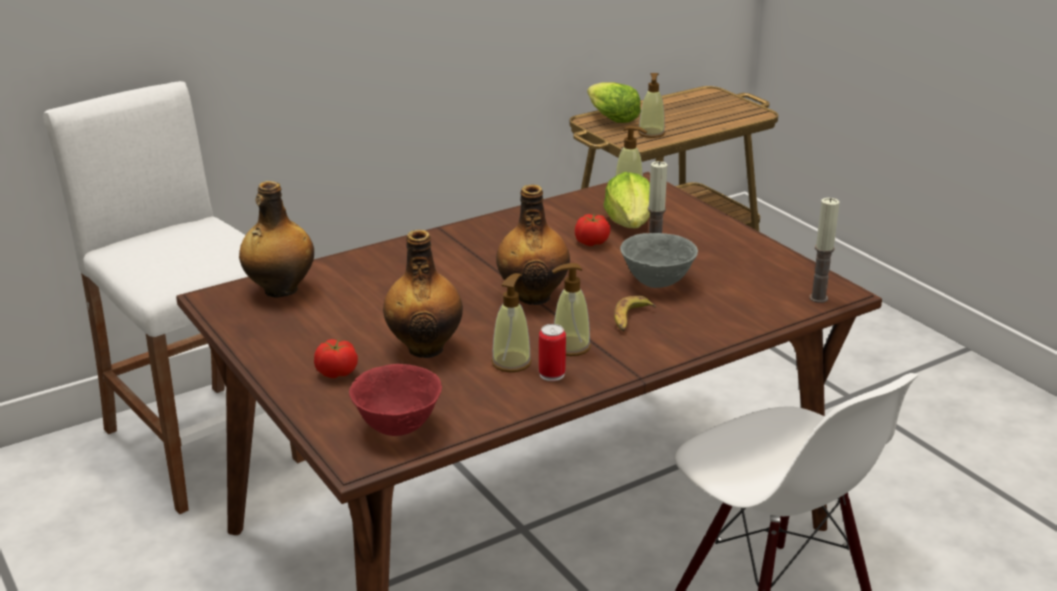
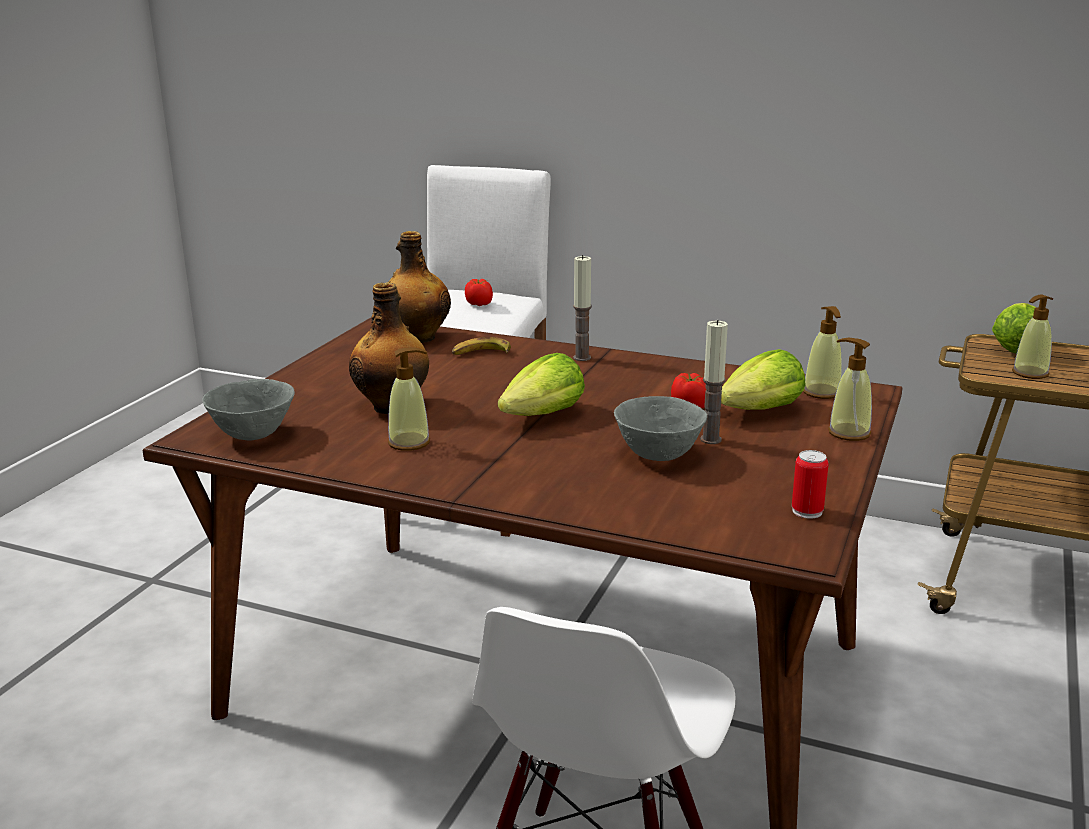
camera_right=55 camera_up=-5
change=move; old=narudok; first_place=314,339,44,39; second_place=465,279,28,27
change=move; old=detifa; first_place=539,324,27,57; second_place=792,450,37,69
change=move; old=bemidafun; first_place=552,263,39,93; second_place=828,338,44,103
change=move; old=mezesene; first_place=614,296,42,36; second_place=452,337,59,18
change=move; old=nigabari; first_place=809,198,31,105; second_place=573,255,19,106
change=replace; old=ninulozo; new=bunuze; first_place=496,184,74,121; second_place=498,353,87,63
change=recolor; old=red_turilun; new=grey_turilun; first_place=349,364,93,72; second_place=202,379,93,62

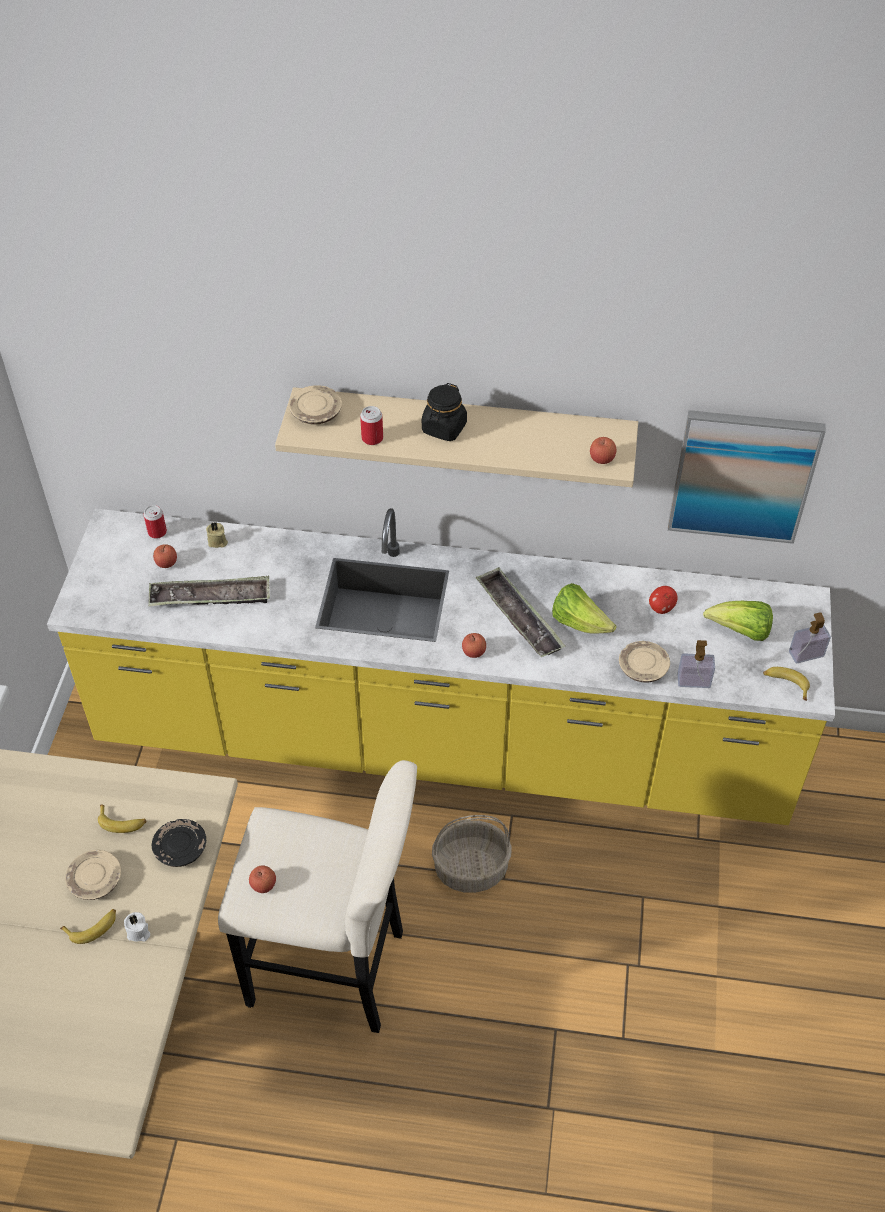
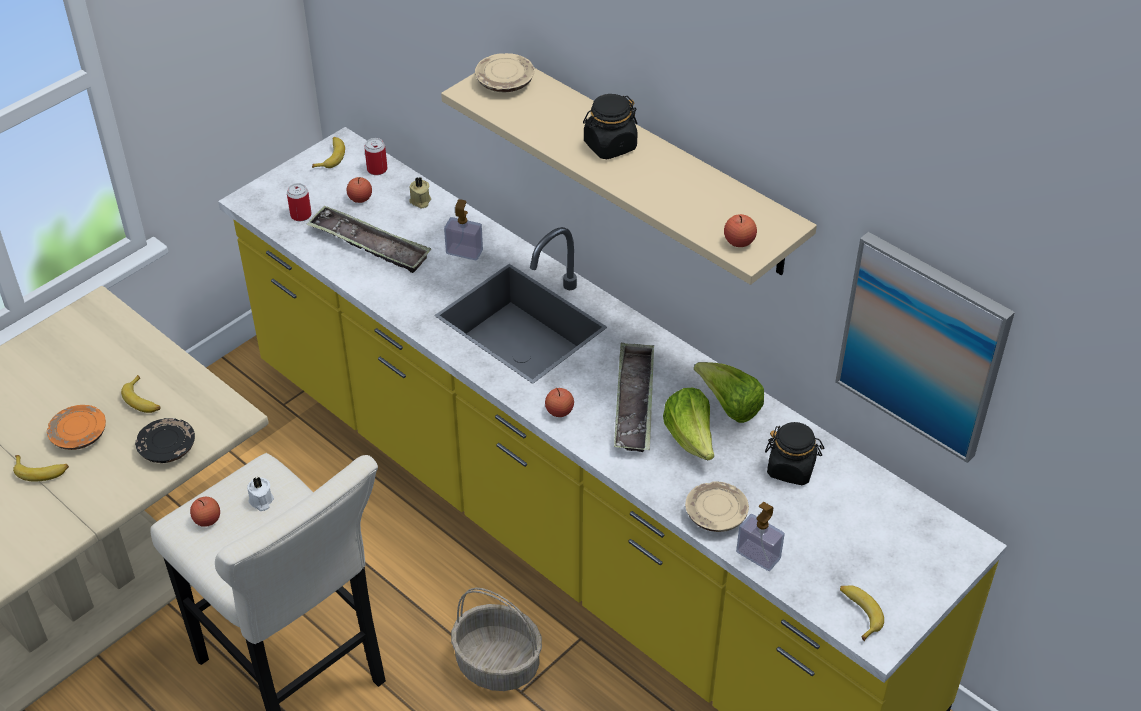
camera_right=35 camera_up=-5
change=insert; new=mezesene; second_place=312,137,33,31
change=move; old=white_nigabari; first_place=124,912,26,29; second_place=247,477,27,34
change=move; old=detifa; first_place=360,406,23,39; second_place=287,183,25,38
change=move; old=bunuze; first_place=703,601,70,40; second_place=694,362,70,61
change=move; old=bemidafun; first_place=789,612,42,51; second_place=444,199,39,61
change=replace; old=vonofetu; new=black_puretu; first_place=649,586,29,28; second_place=765,422,59,63
change=recolor; old=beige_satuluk; new=orange_satuluk; first_place=65,850,56,50; second_place=47,405,59,45

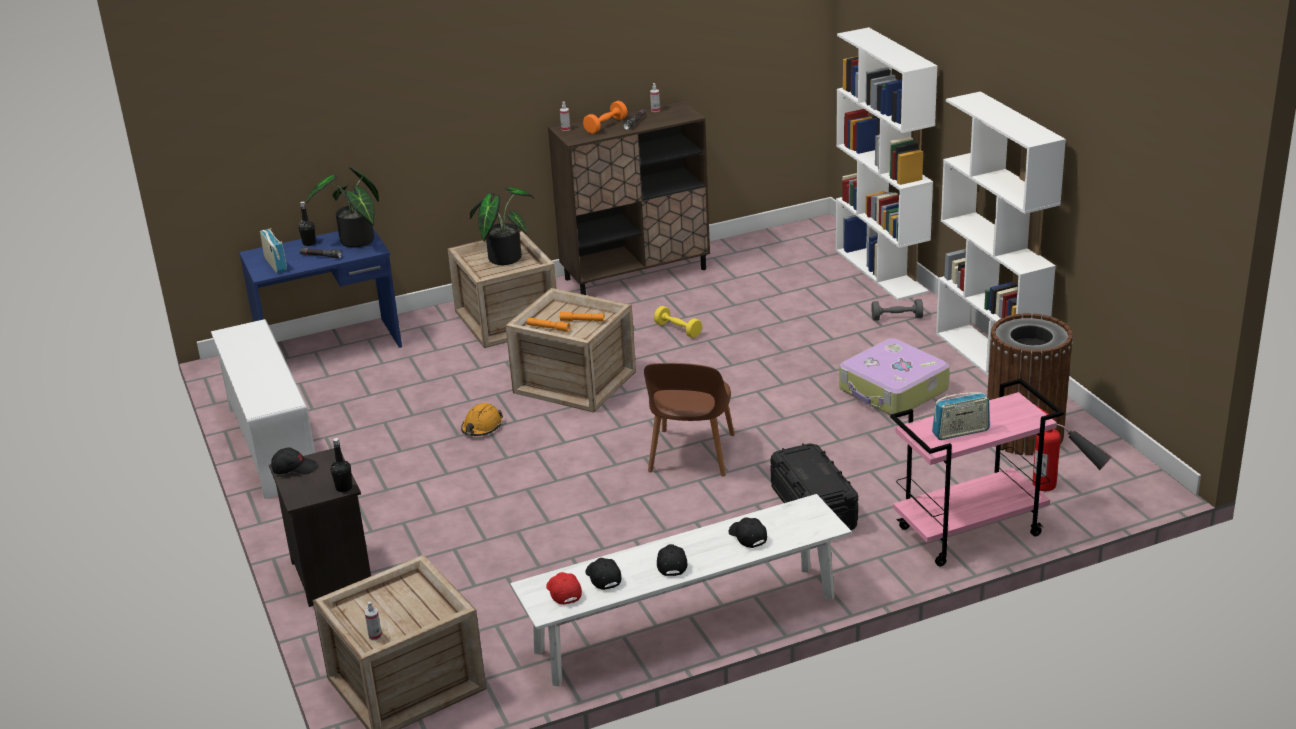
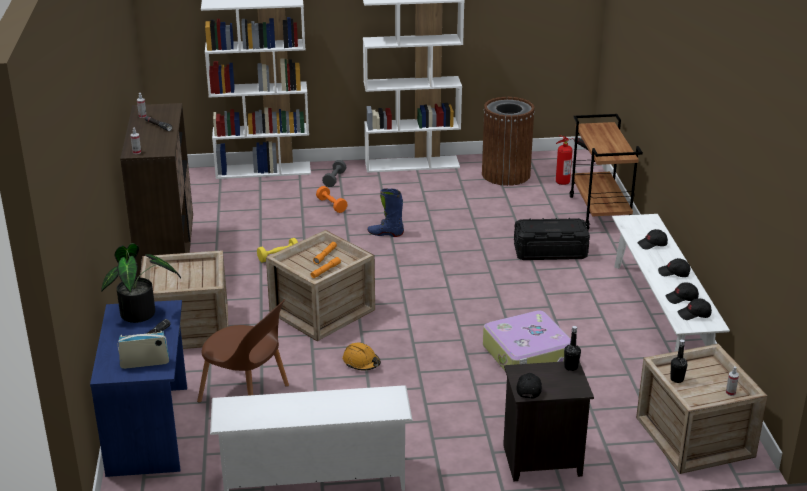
camera_right=-75 camera_up=0
change=delete; old=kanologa; first_place=470,187,65,78
change=delete; old=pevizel; first_place=932,392,58,48
change=insert; new=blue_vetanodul; second_place=367,188,37,49
change=move; old=black_ninulozo; first_place=299,201,17,45; second_place=670,339,17,44
change=move; old=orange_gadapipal; first_place=583,101,44,33; second_place=316,186,31,27
change=move; old=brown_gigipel; first_place=644,363,91,114; second_place=197,299,92,103
change=move; old=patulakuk; first_place=839,338,111,77; second_place=483,310,88,61
change=recolor; old=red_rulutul; new=black_rulutul; first_place=546,572,36,33; second_place=678,298,34,22
change=recolor; old=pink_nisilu; new=brown_nisilu; first_place=890,378,174,189; second_place=570,114,73,116

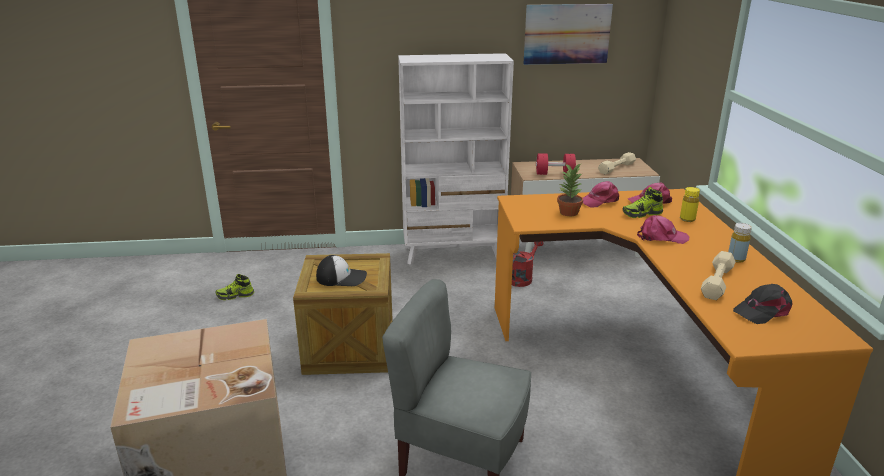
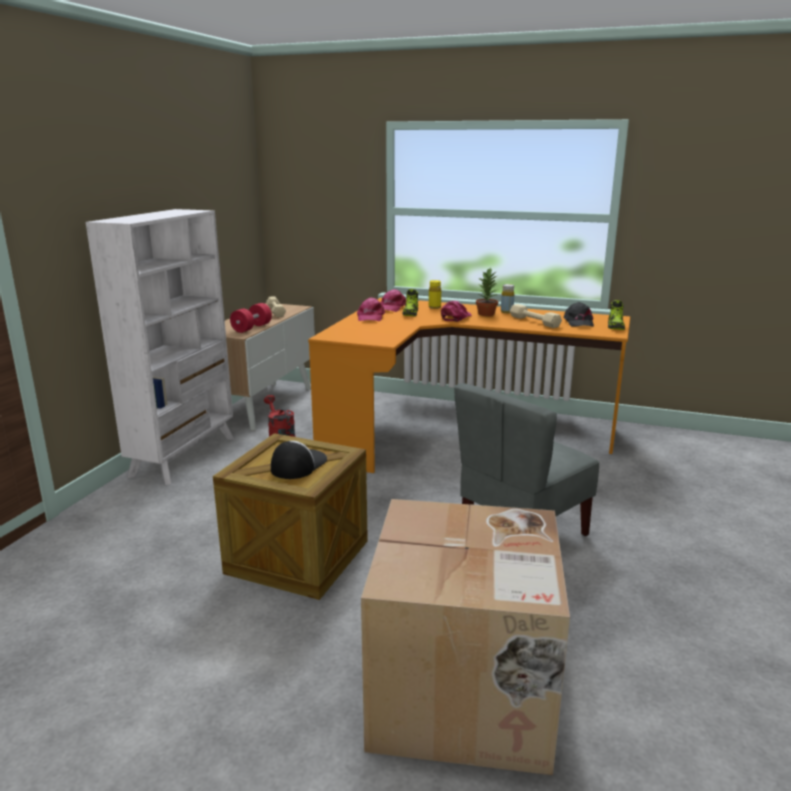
camera_right=-65 camera_up=-5
change=delete; old=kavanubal; first_place=524,4,89,61
change=move; old=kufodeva; first_place=215,274,39,26; second_place=608,300,17,30
change=move; old=kanologa; first_place=557,163,26,53; second_place=476,268,23,48

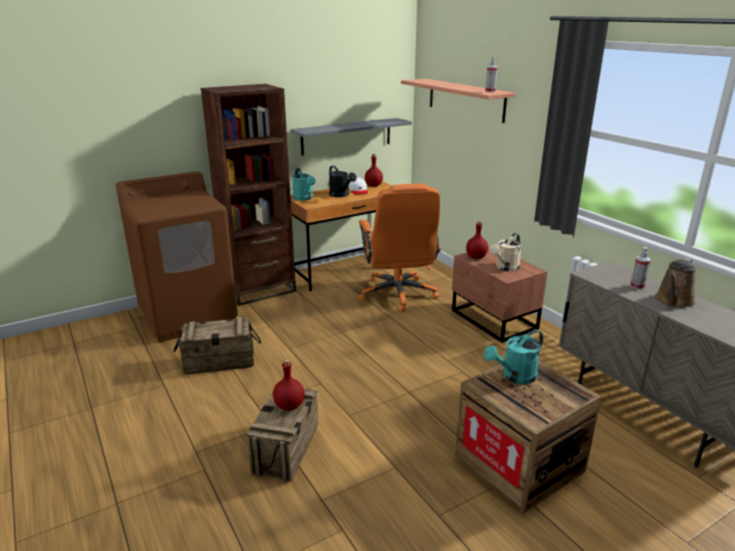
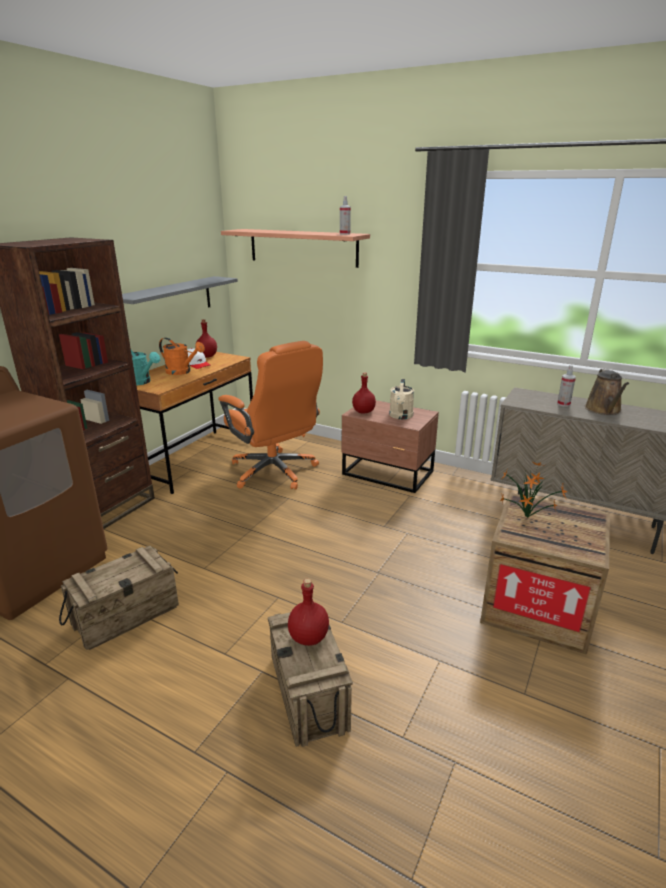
camera_right=-30 camera_up=0
change=replace; old=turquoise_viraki; new=kanologa; first_place=484,329,59,55; second_place=500,461,68,57
change=recolor; old=black_viraki; new=orange_viraki; first_place=329,166,27,31; second_place=159,338,46,37

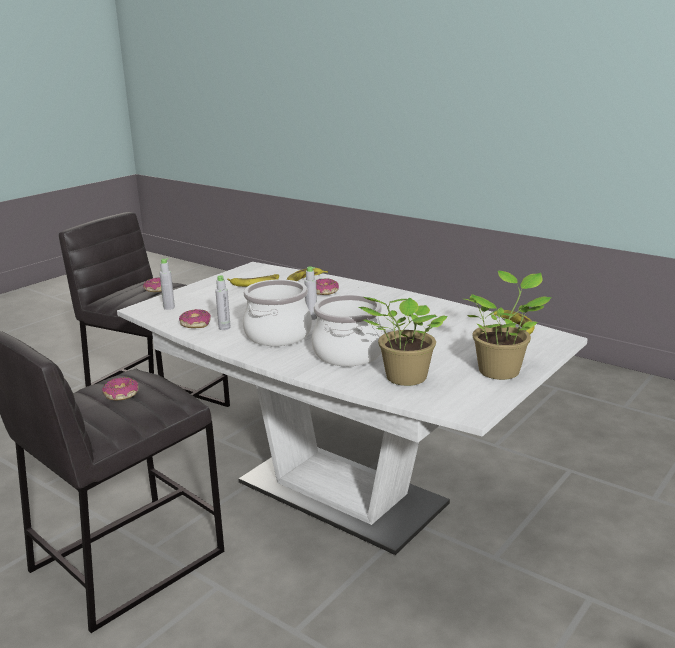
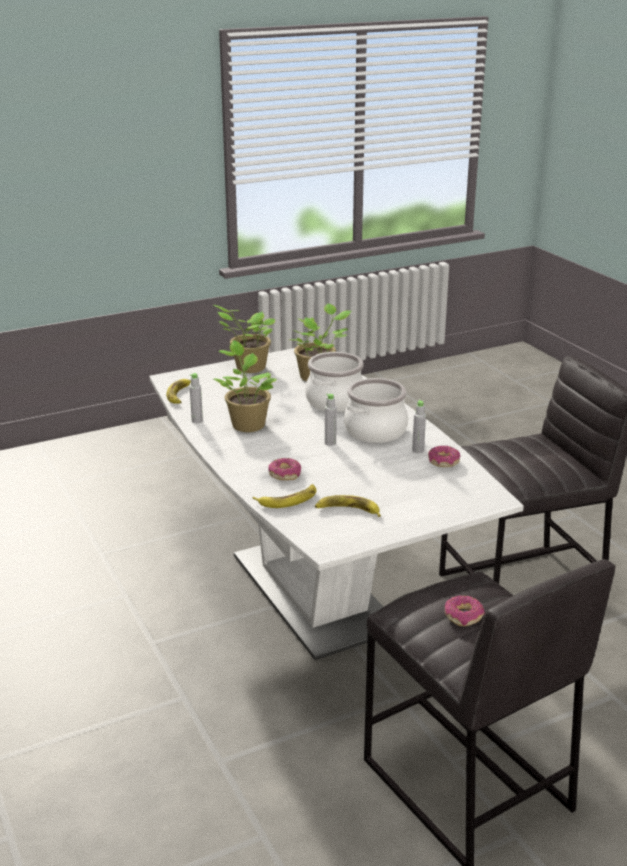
camera_right=-155 camera_up=5
change=delete; old=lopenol; first_place=102,377,36,23
change=insert; new=kanologa; second_place=213,340,64,92
change=move; old=grey_ninulozo; first_place=159,258,16,52; second_place=190,373,13,50

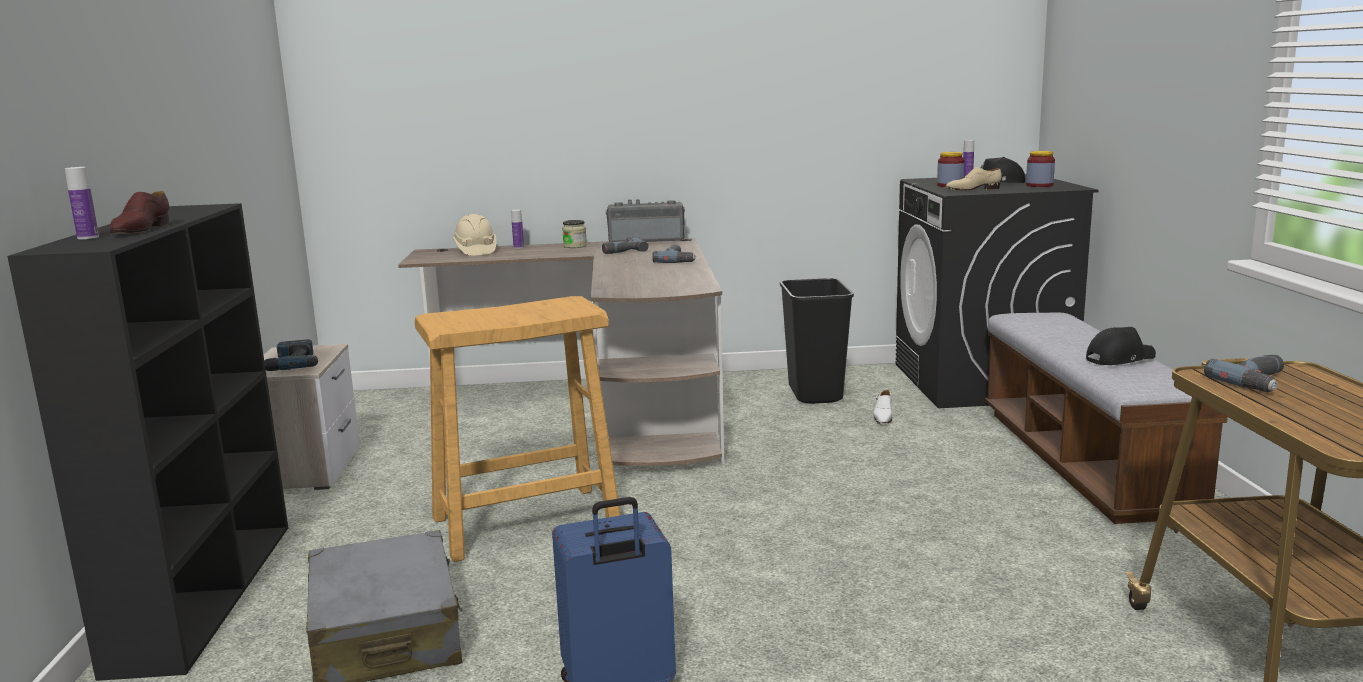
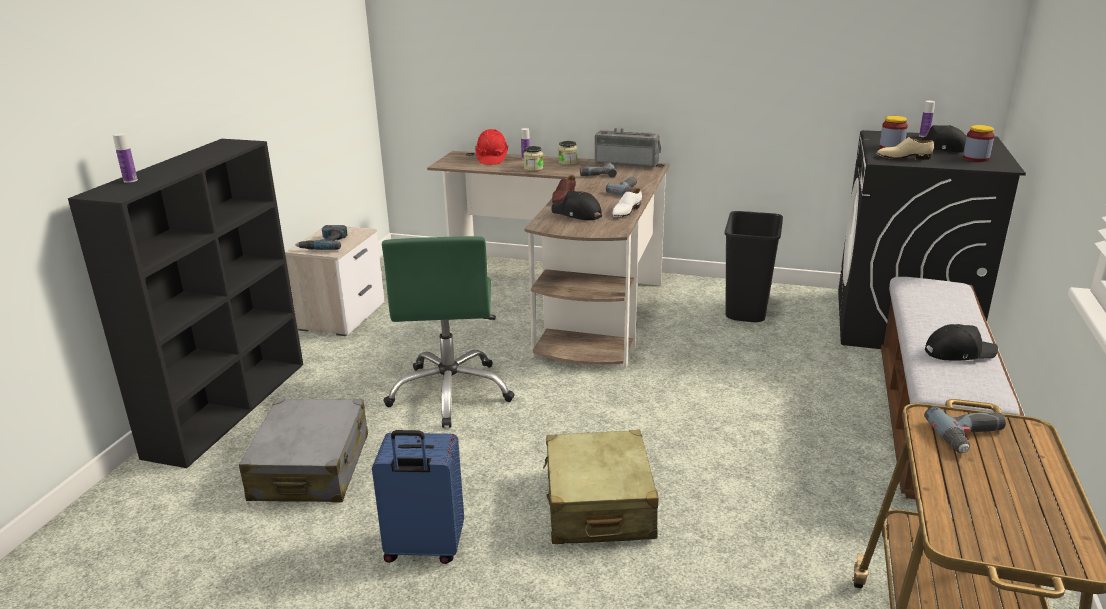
camera_right=20 camera_up=10
change=insert; new=puretu; second_place=524,146,19,25
change=insert; new=beige_patulakuk; second_place=543,430,115,114
change=insert; new=black_rulutul; second_place=551,191,51,29
change=move; old=brown_kufodeva; first_place=110,191,59,43; second_place=552,175,24,28
change=move; old=white_kufodeva; first_place=873,390,19,34; second_place=612,188,30,29
change=replace; old=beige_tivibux; new=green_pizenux; first_place=415,296,206,266; second_place=382,236,133,192
change=recolor; old=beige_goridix; new=red_goridix; first_place=453,214,43,42; second_place=475,129,33,36

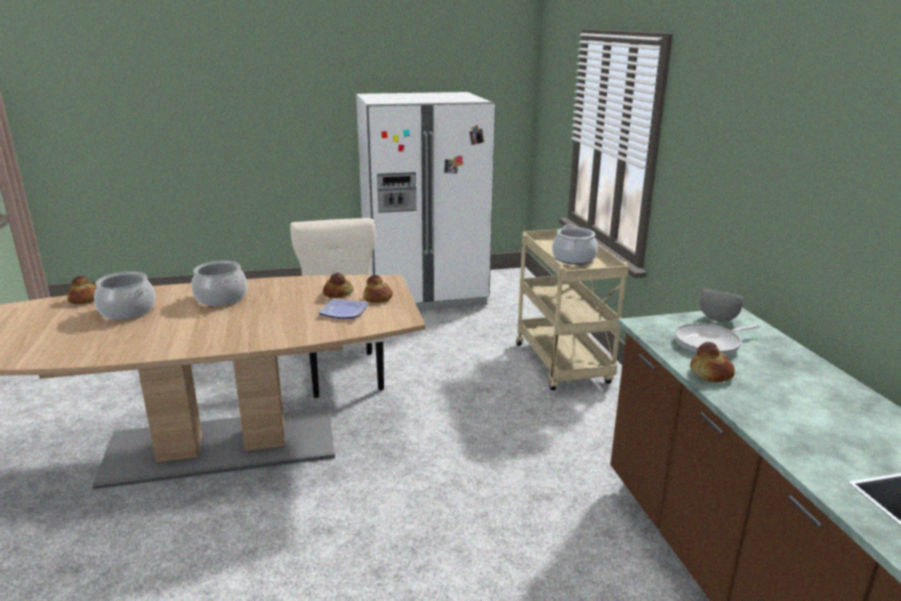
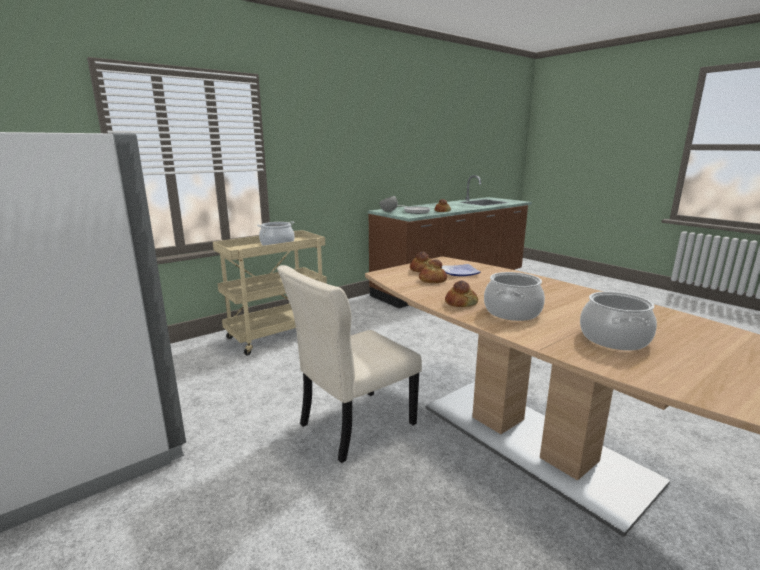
camera_right=-115 camera_up=-5
change=move; old=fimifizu; first_place=67,276,30,28; second_place=445,280,33,27

